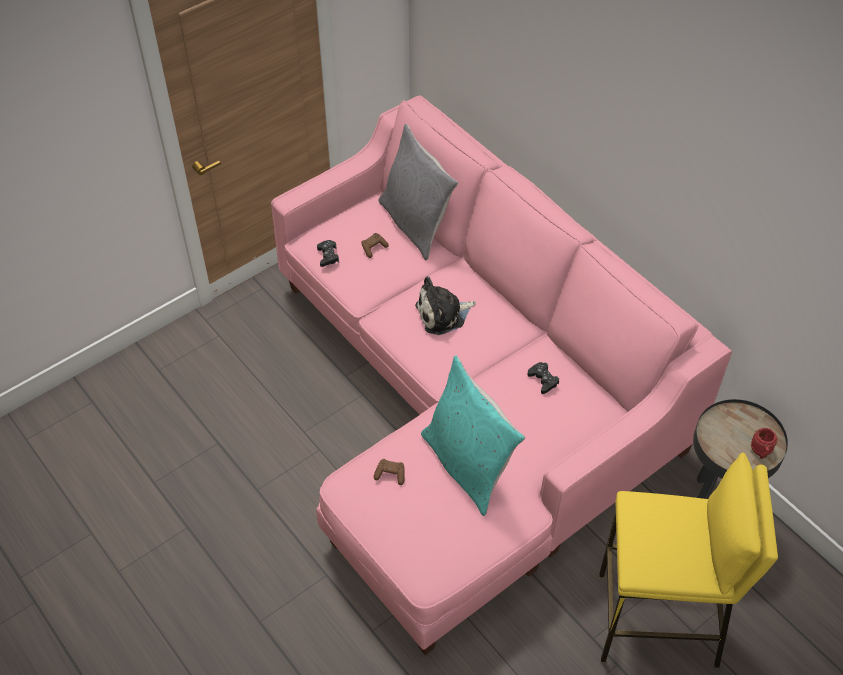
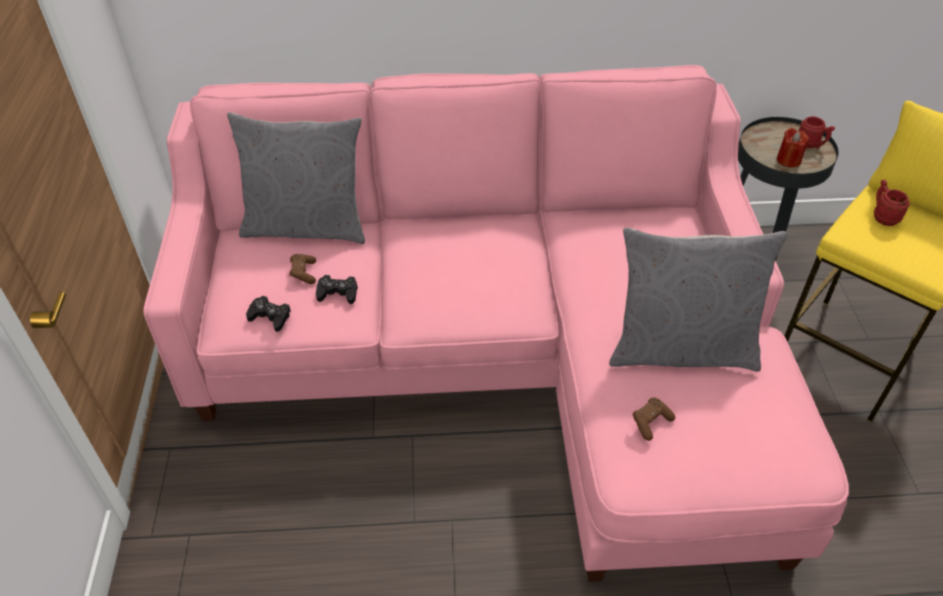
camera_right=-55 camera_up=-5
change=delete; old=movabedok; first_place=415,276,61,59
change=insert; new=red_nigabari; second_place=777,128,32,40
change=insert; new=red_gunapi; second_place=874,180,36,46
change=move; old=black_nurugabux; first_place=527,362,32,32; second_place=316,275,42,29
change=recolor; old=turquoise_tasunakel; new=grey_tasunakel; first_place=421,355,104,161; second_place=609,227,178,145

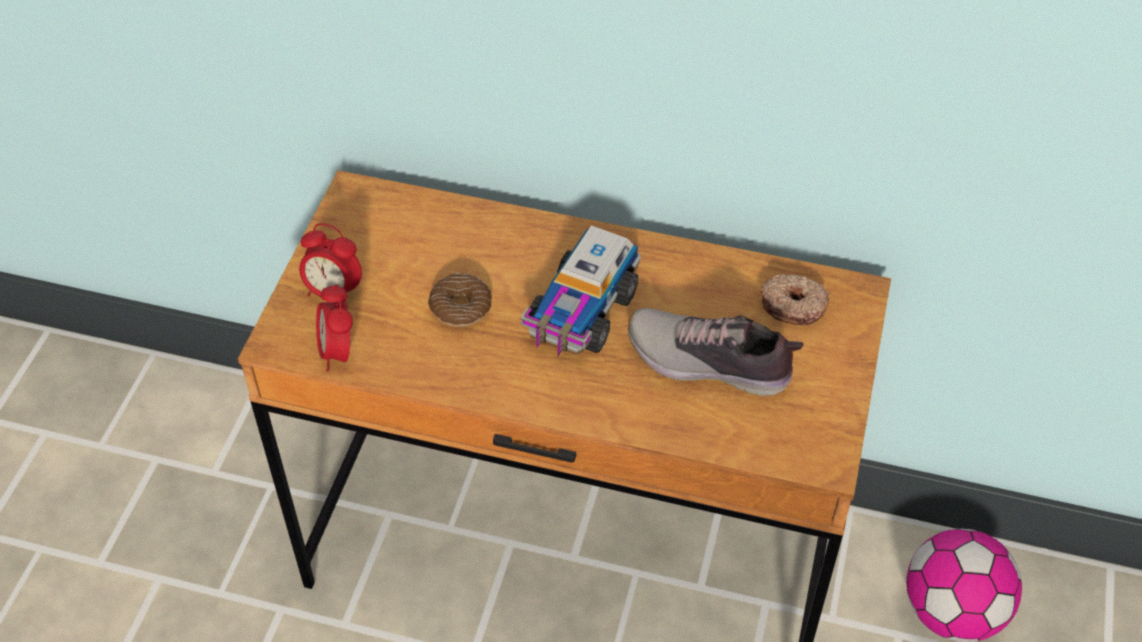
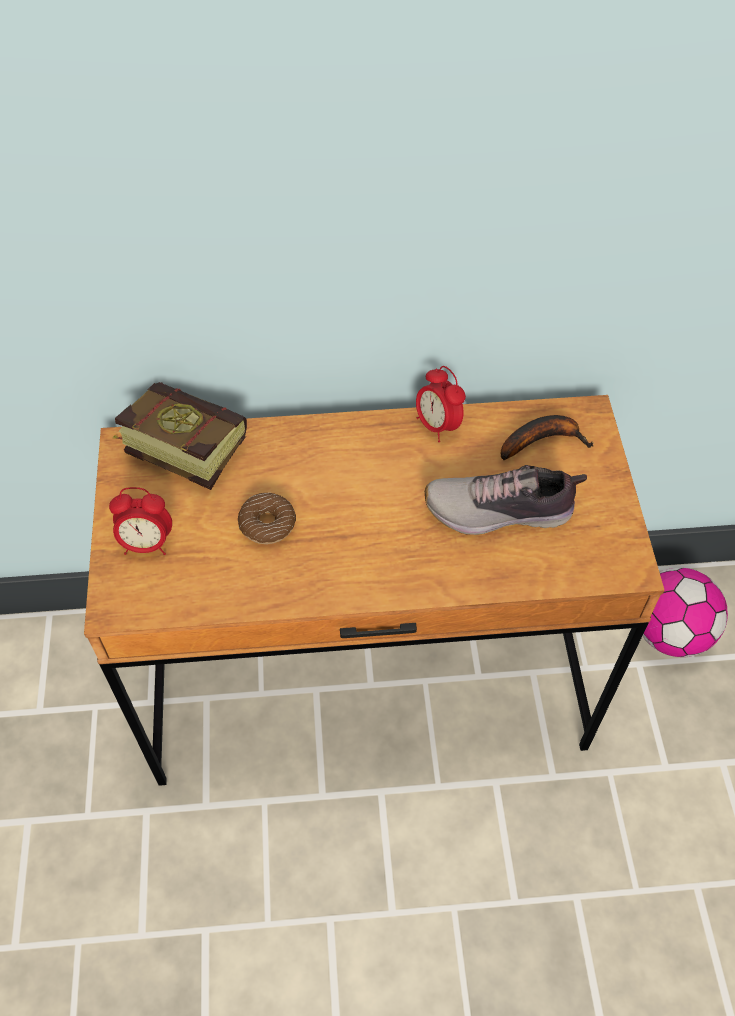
camera_right=-20 camera_up=5
change=delete; old=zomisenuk; first_place=521,226,120,130
change=insert; new=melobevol; second_place=113,382,134,108
change=move; old=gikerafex; first_place=316,284,37,88; second_place=416,366,50,76
change=replace; old=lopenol; new=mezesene; first_place=760,274,70,51; second_place=501,415,93,45

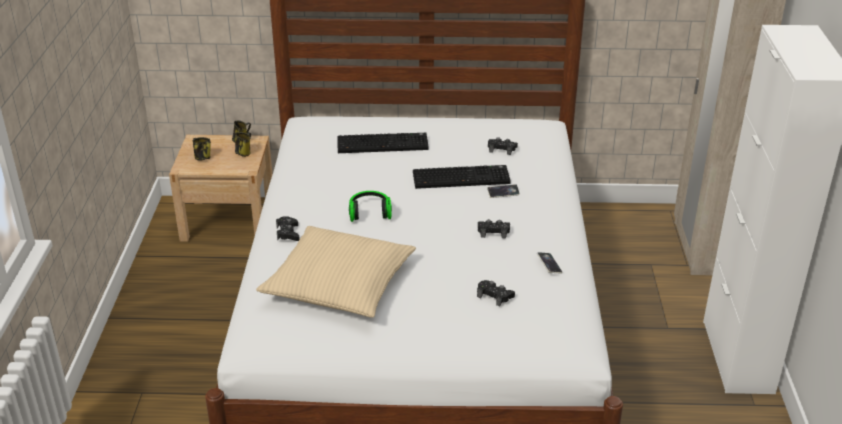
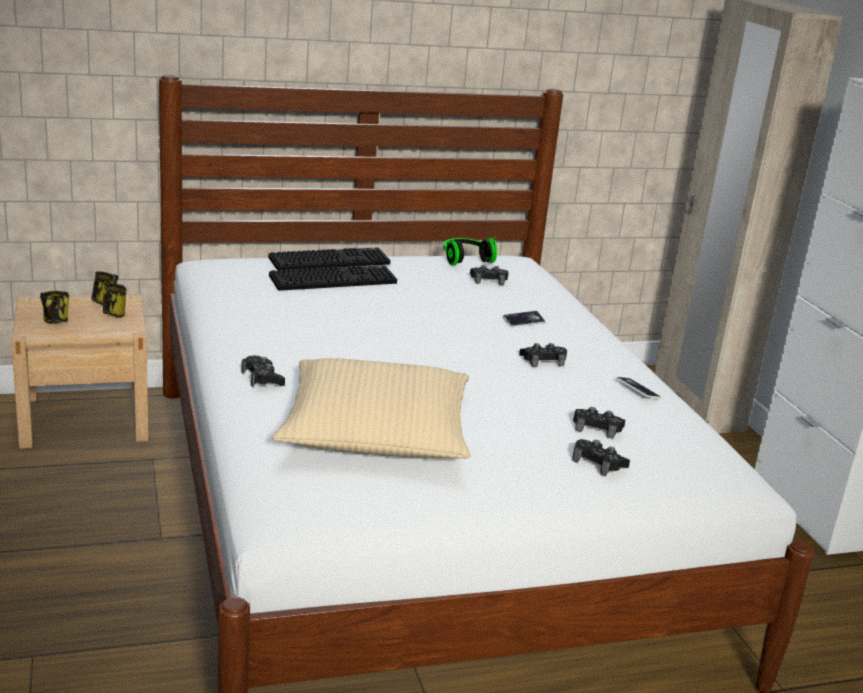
camera_right=-20 camera_up=-10
change=insert; new=black_nurugabux; second_place=572,439,58,37
change=move; old=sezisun; first_place=349,191,43,31; second_place=443,236,54,30
change=move; old=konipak; first_place=413,165,98,24; second_place=268,247,122,24

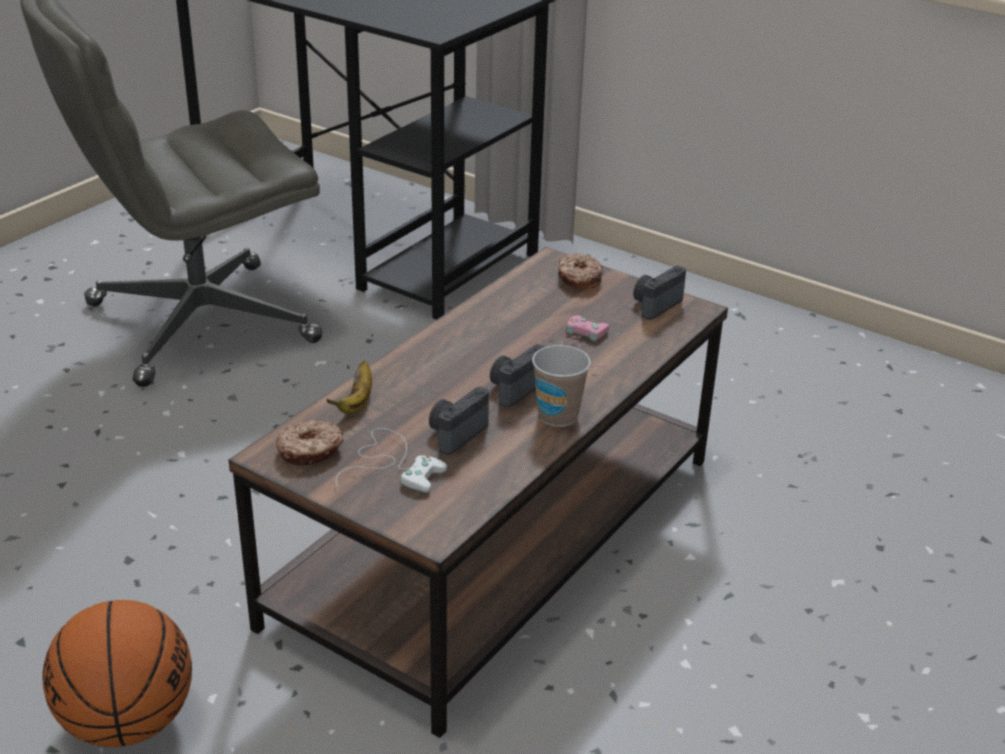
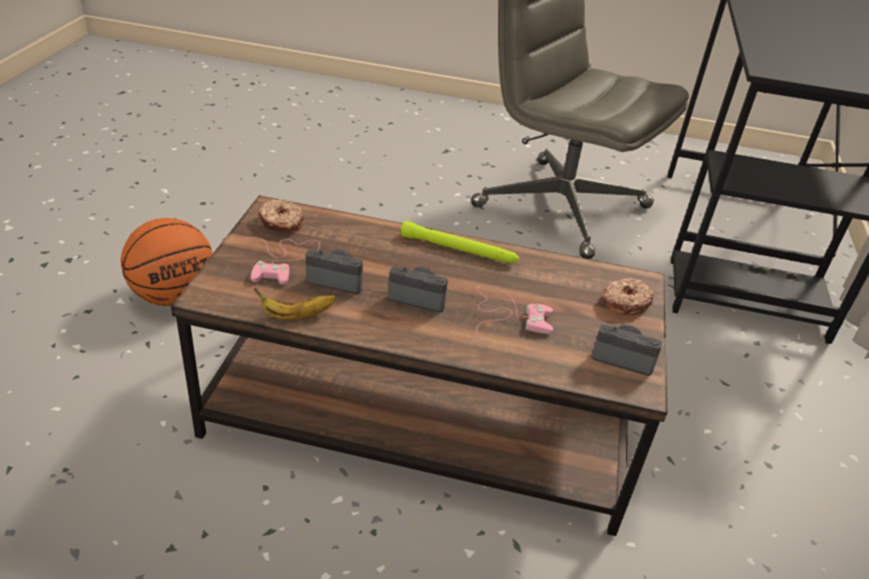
camera_right=65 camera_up=5
change=delete; old=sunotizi; first_place=532,345,59,82
change=insert; new=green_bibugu; second_place=401,221,118,42
change=move; old=mezesene; first_place=326,360,46,54; second_place=254,288,82,32
change=recolor; old=white_nurugabux; new=pink_nurugabux; first_place=336,428,111,65; second_place=239,237,81,48

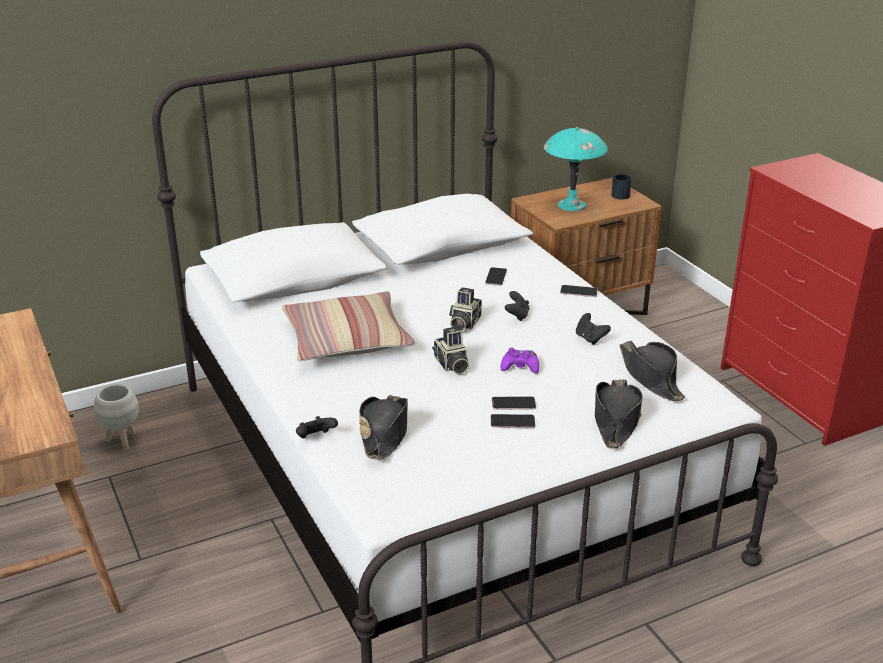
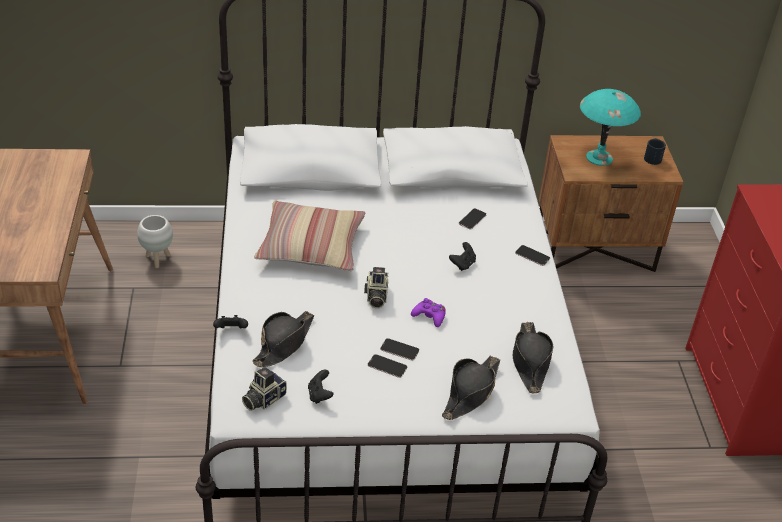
camera_right=20 camera_up=10
change=move; old=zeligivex; first_place=449,287,33,44; second_place=242,367,45,44
change=move; old=black_nurugabux; first_place=576,313,35,32; second_place=308,370,26,34

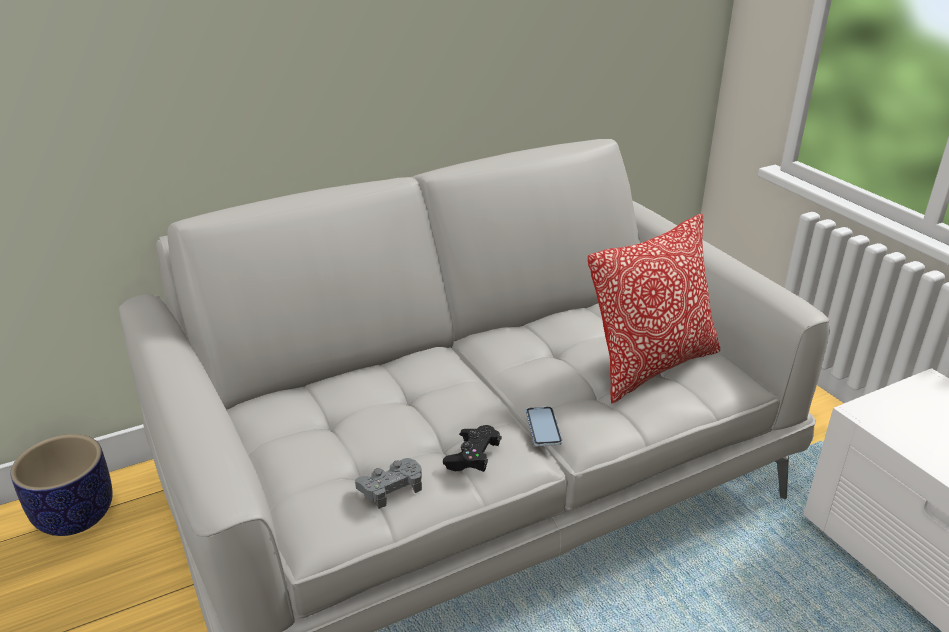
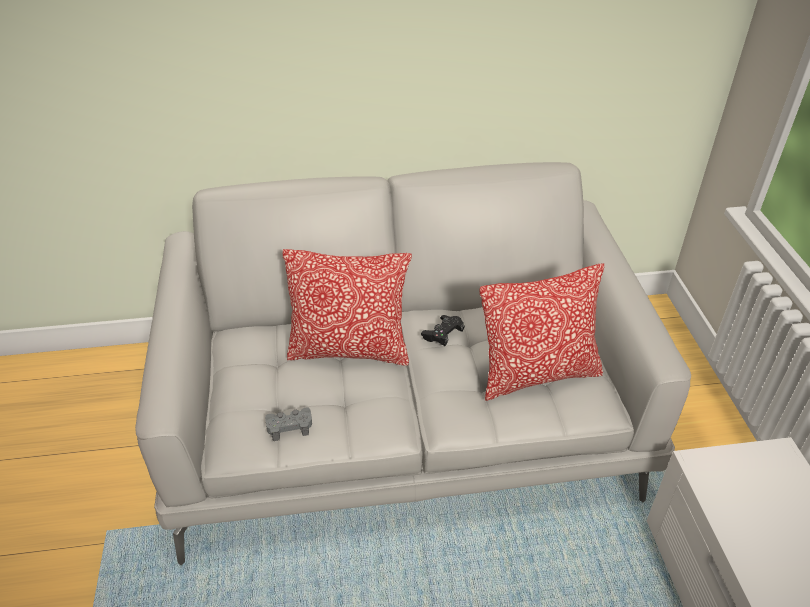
camera_right=20 camera_up=10
change=delete; old=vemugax; first_place=11,434,102,102
change=delete; old=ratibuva; first_place=526,407,36,39
change=insert; new=tasunakel; second_place=283,249,129,117
change=move; old=black_nurugabux; first_place=443,425,59,47; second_place=421,315,44,31

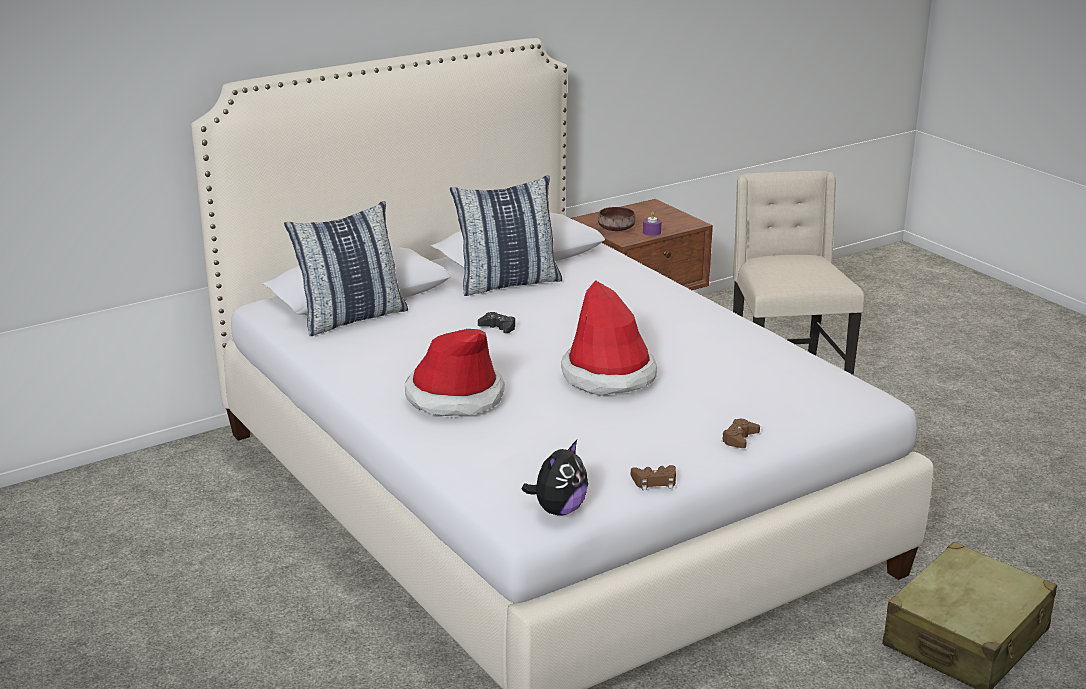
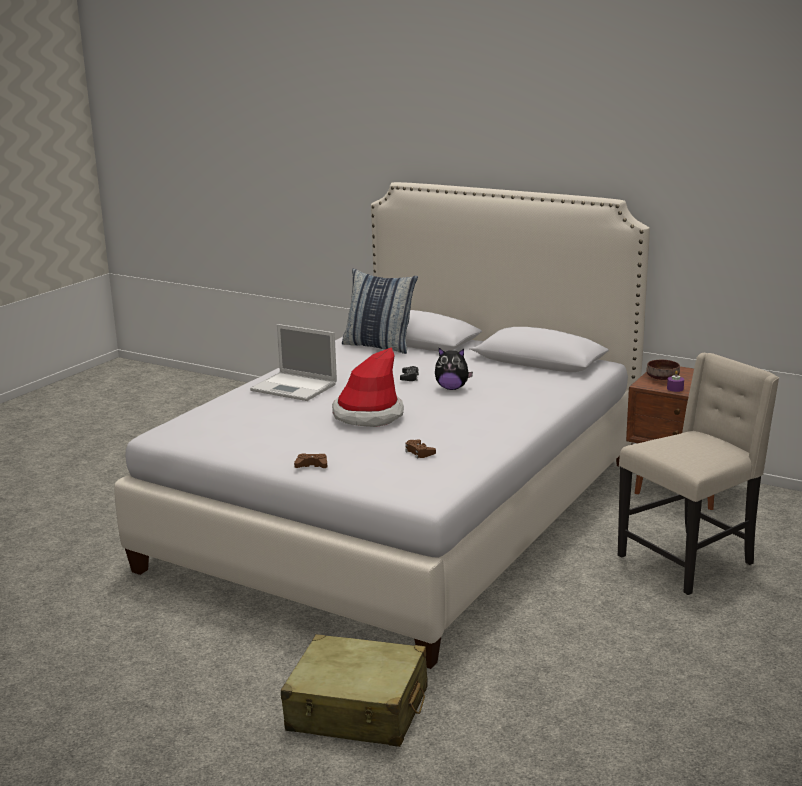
camera_right=65 camera_up=-5
change=delete; old=tasunakel; first_place=450,175,112,121
change=move; old=movabedok; first_place=522,440,66,76; second_place=435,348,38,42
change=move; old=brown_nurugabux; first_place=631,465,45,25; second_place=405,439,31,20
change=replace; old=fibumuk; new=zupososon; first_place=405,329,100,87; second_place=250,324,87,77

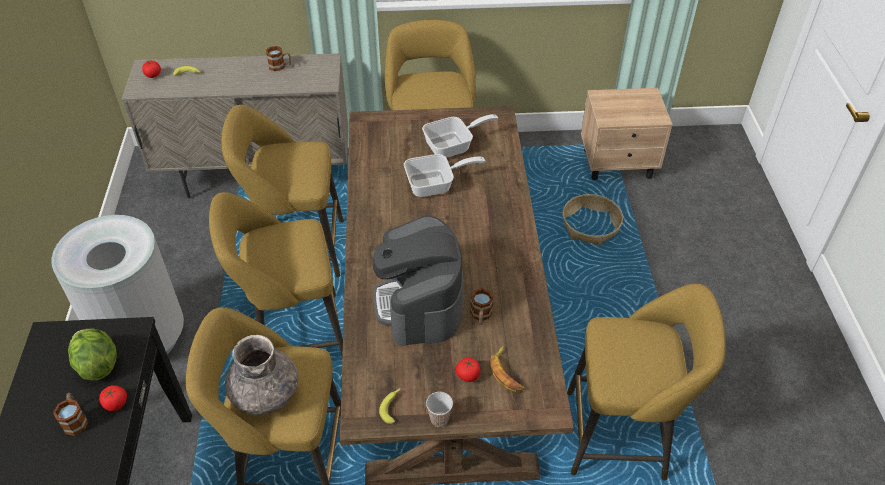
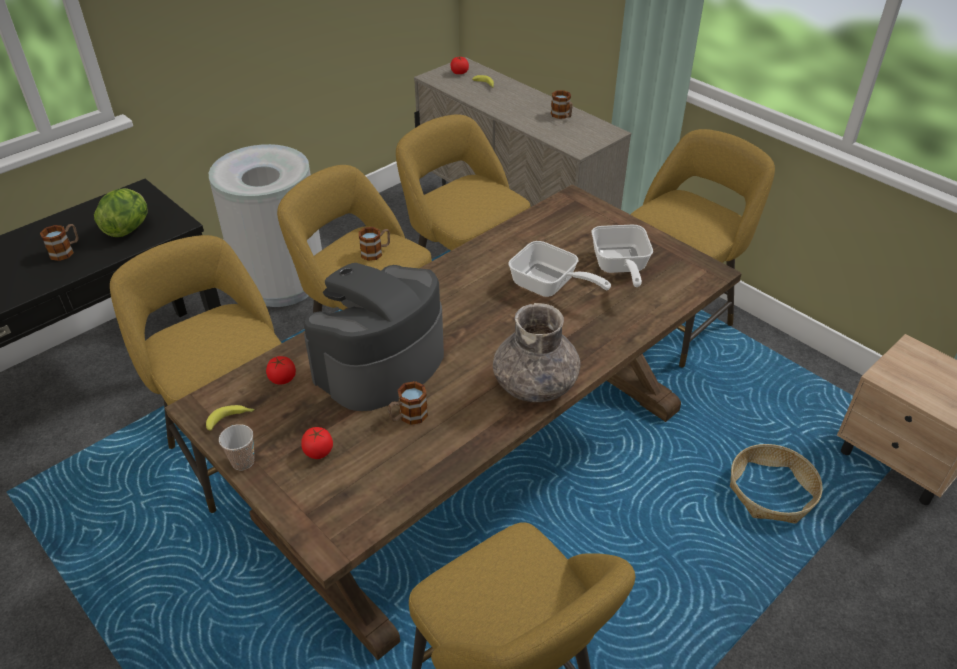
camera_right=50 camera_up=-5
change=delete; old=mezesene; first_place=490,346,34,46
change=insert; new=gunapi; second_place=359,227,31,34
change=move; old=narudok; first_place=99,385,28,26; second_place=266,356,30,29
change=move; old=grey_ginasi; first_place=225,335,74,80; second_place=493,303,87,99
change=rotate; old=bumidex; first_place=422,114,76,44; second_place=591,225,62,62; degrees=60

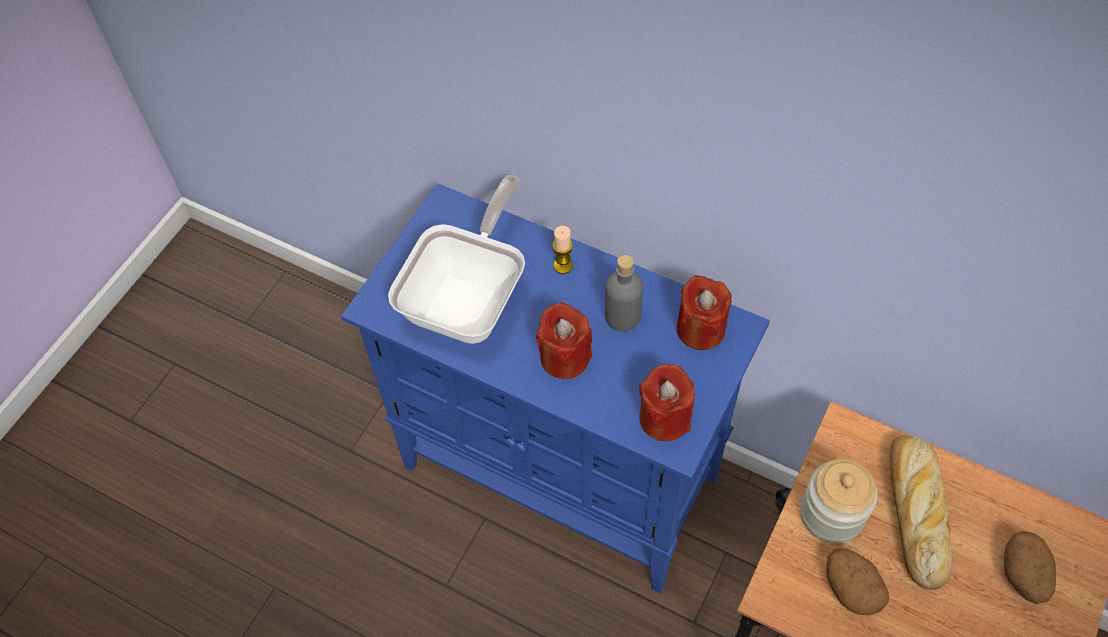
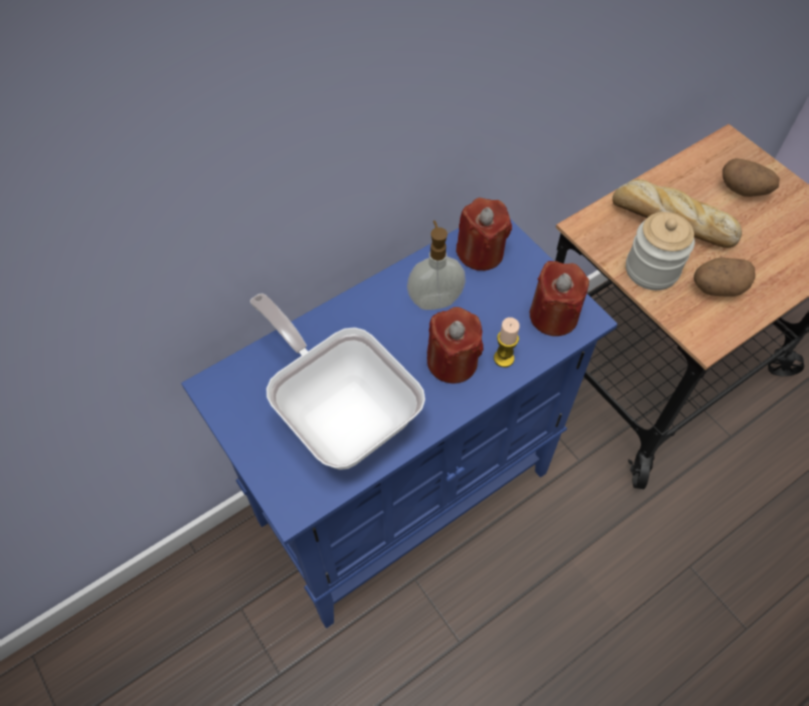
camera_right=-65 camera_up=0
change=move; old=nigabari; first_place=553,225,20,49; second_place=494,317,26,50
change=replace; old=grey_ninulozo; new=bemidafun; first_place=605,255,38,76; second_place=407,220,59,90

